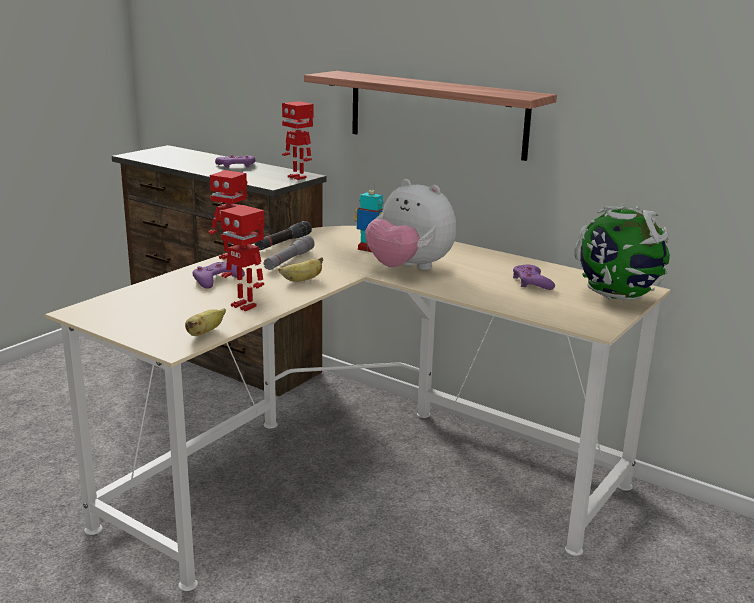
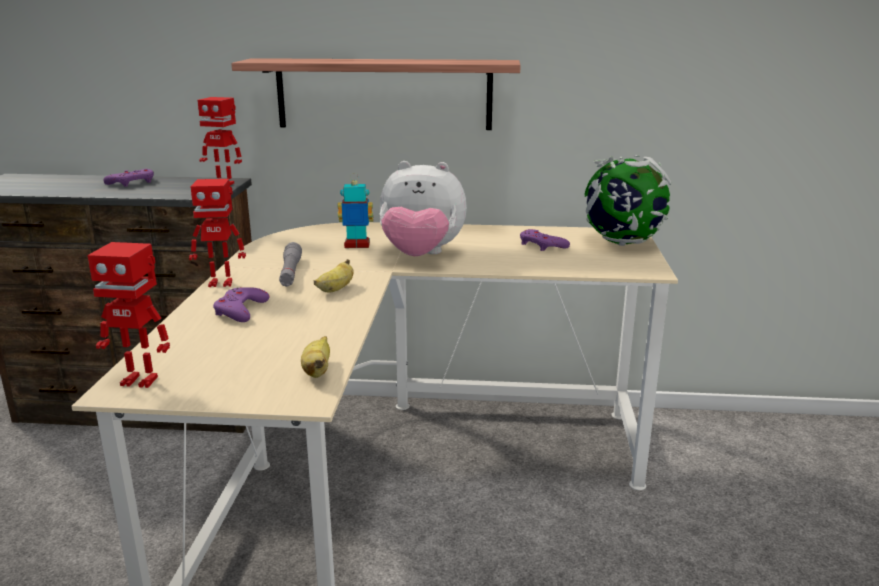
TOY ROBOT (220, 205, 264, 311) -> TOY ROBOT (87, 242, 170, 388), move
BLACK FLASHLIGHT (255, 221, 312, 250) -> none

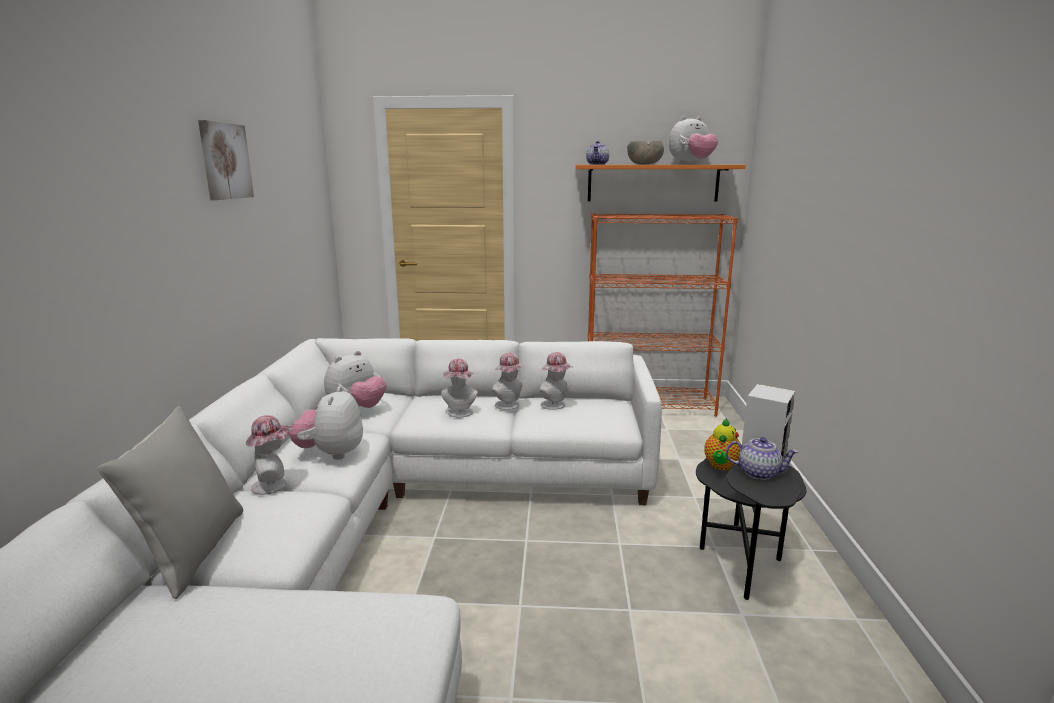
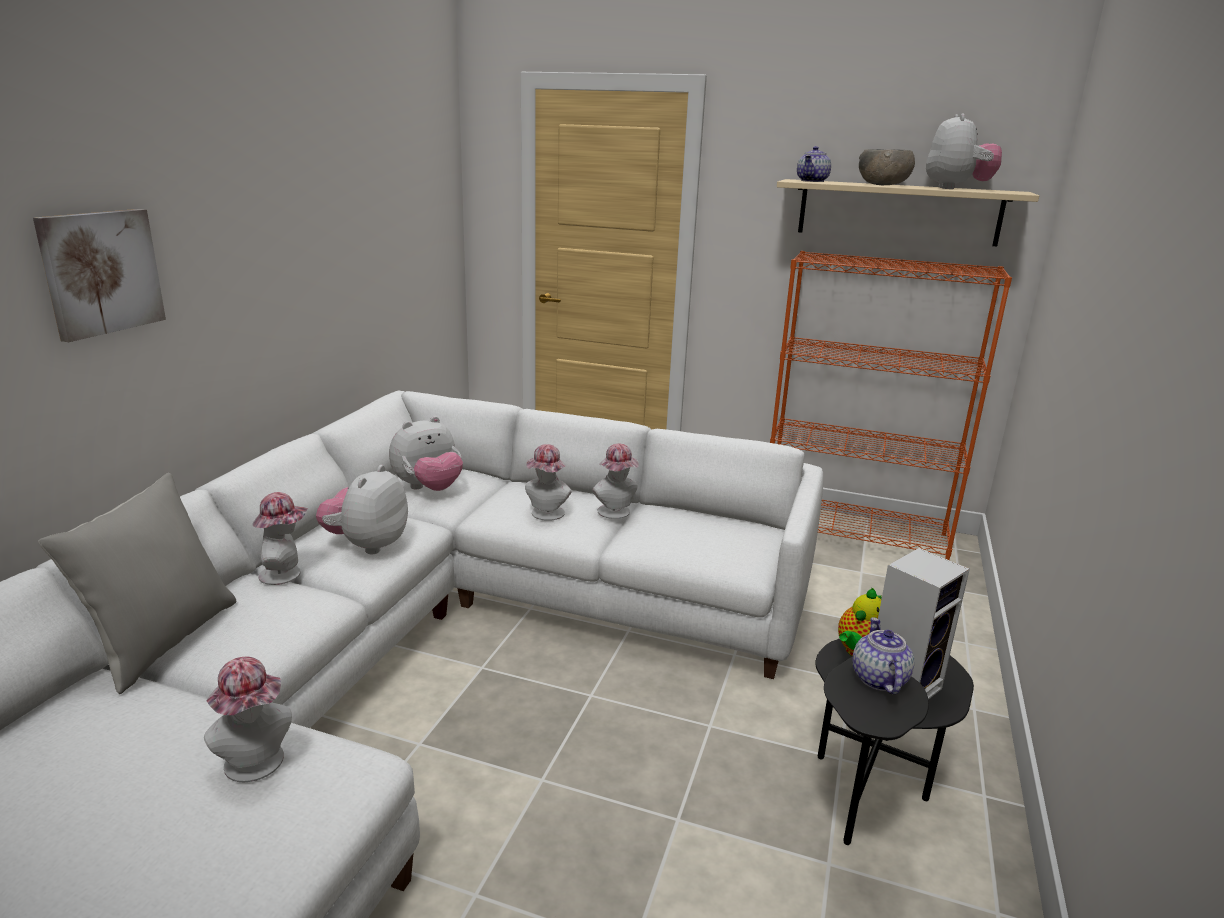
PLUSH TOY (669, 116, 718, 165) -> PLUSH TOY (926, 113, 1002, 189), 75 degrees counterclockwise
PICTURE (198, 120, 254, 200) -> PICTURE (33, 209, 166, 342), move
ORANGE SHELF (576, 165, 746, 202) -> BEIGE SHELF (777, 179, 1039, 246)
HAT (539, 352, 572, 410) -> HAT (204, 657, 292, 782), move
TEAPOT (725, 437, 799, 480) -> TEAPOT (852, 617, 914, 694), 120 degrees counterclockwise

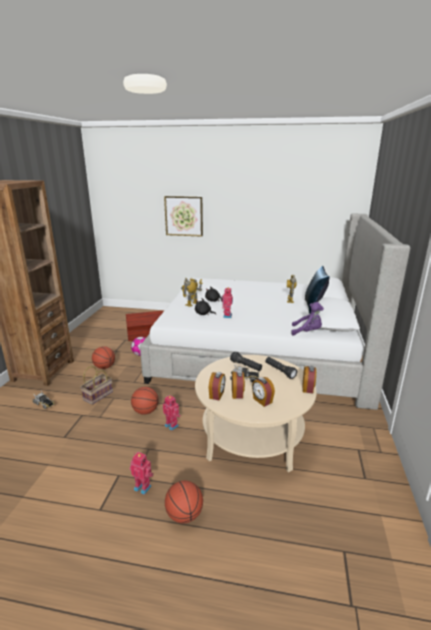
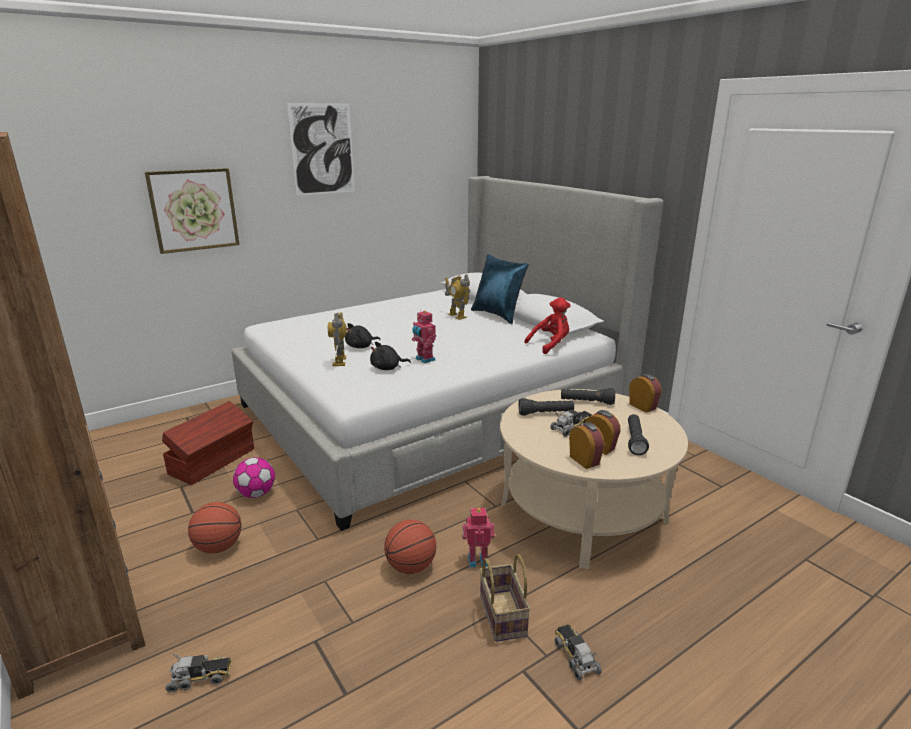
PURPLE PLUSH TOY (291, 302, 324, 336) -> RED PLUSH TOY (524, 297, 571, 354)
BASKET (80, 366, 113, 405) -> BASKET (480, 554, 531, 642), move
ALARM CLOCK (252, 377, 275, 407) -> BLACK FLASHLIGHT (628, 414, 649, 455)
TOY ROBOT (130, 452, 154, 495) -> TOY TRUCK (555, 624, 602, 681)
BASKETBALL (165, 480, 203, 523) -> none
none -> PICTURE (287, 103, 355, 196)

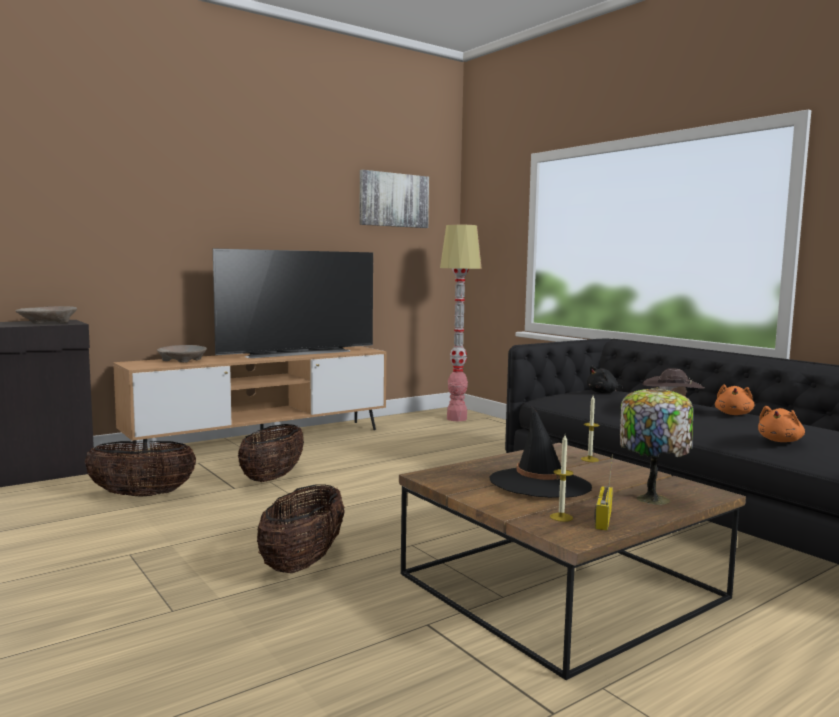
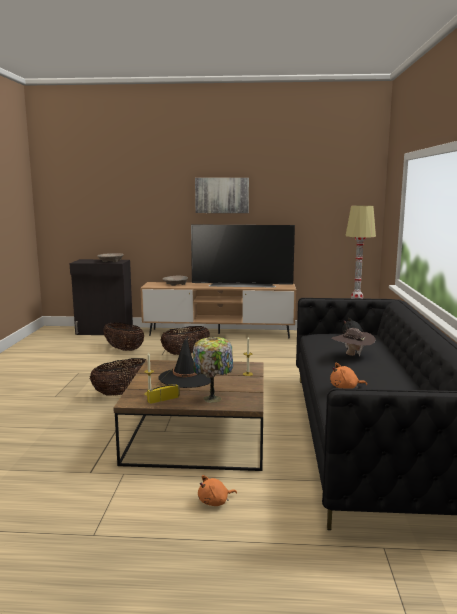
PICTURE (359, 170, 429, 228) -> PICTURE (195, 178, 249, 213), move
ORANGE PLUSH TOY (715, 384, 754, 415) -> ORANGE PLUSH TOY (198, 475, 237, 506), move

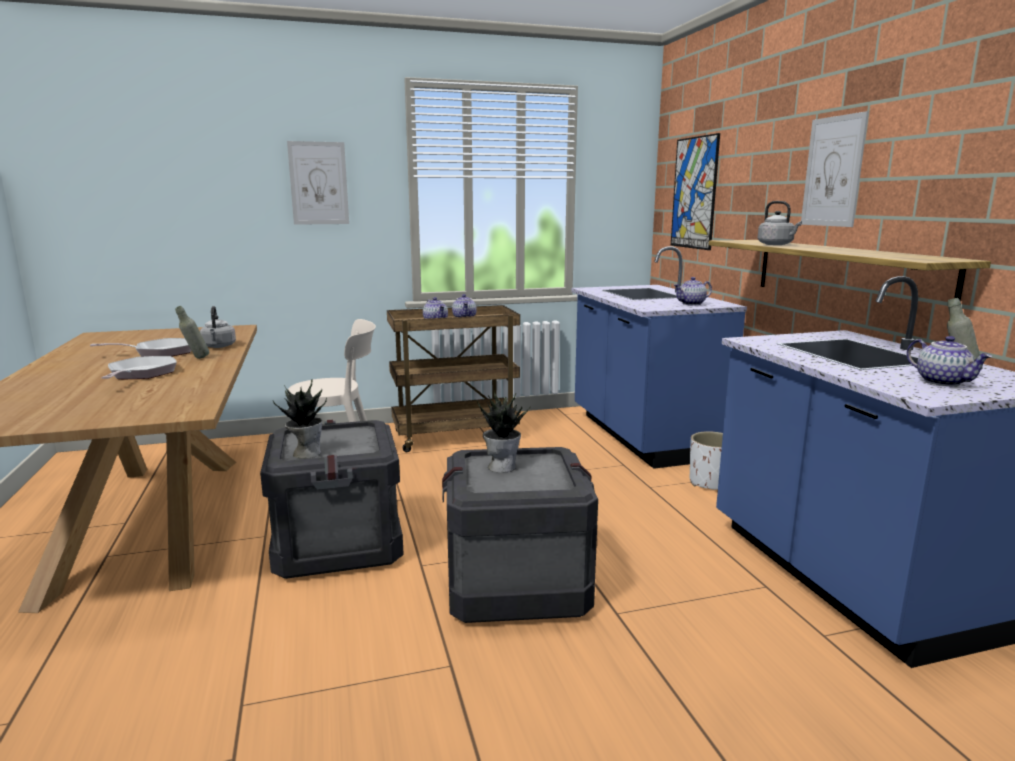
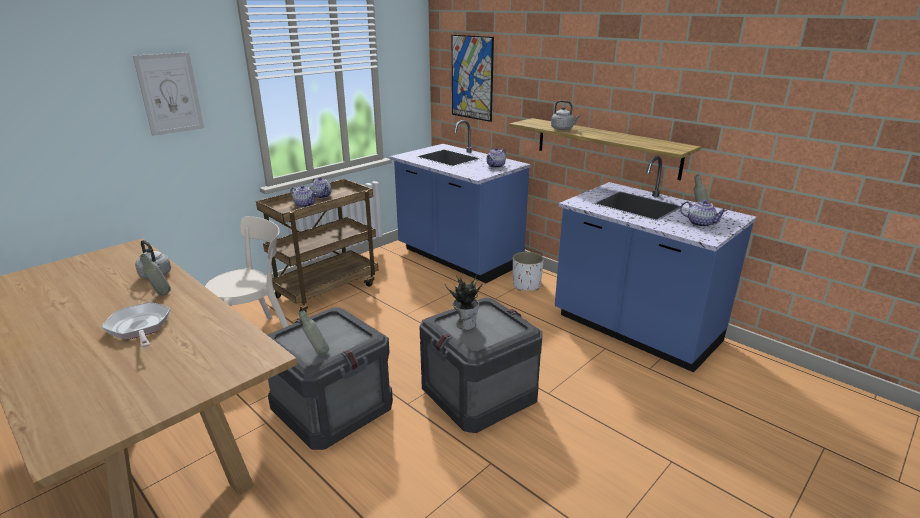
PICTURE (801, 111, 869, 227) -> none
FRYING PAN (90, 338, 192, 356) -> none
POTTED PLANT (273, 379, 327, 459) -> GREY BOTTLE (299, 310, 329, 356)

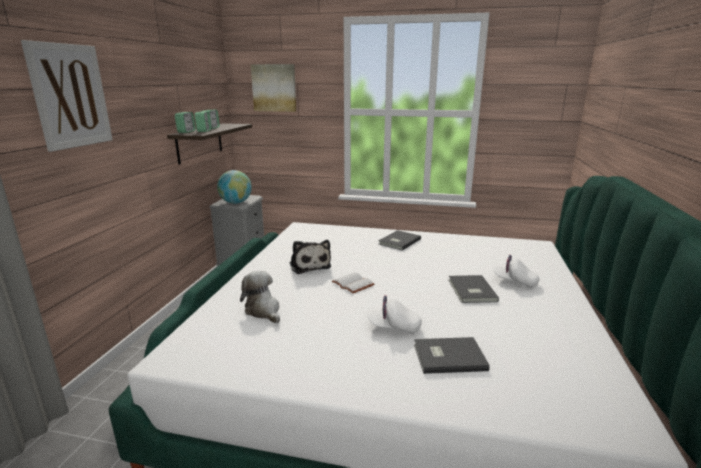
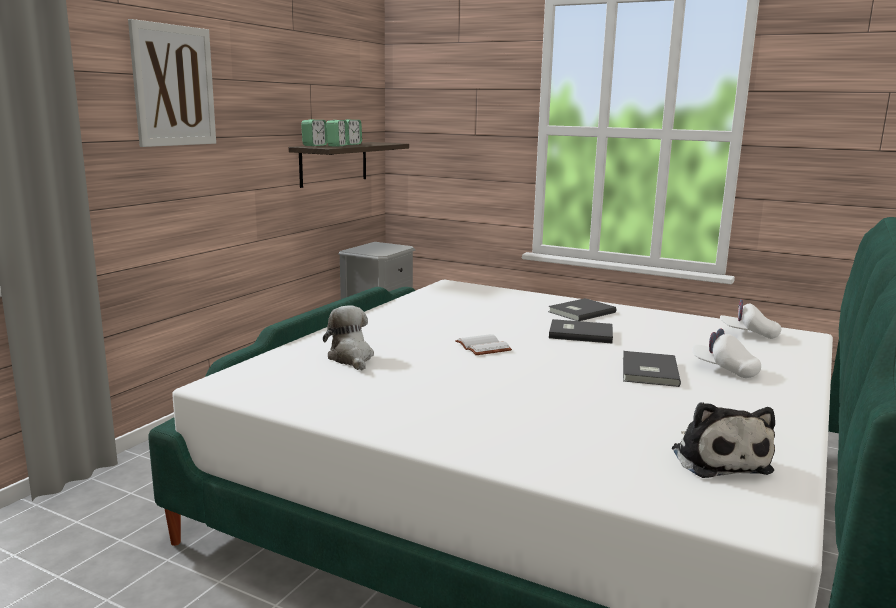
PICTURE (251, 64, 296, 112) -> none
GLOBE (217, 170, 252, 204) -> none
PLUSH TOY (290, 240, 331, 274) -> PLUSH TOY (672, 402, 775, 478), move
WHITE CAP (367, 295, 422, 333) -> WHITE CAP (720, 299, 781, 339), move
GREY BOOK (414, 337, 490, 374) -> GREY BOOK (549, 319, 613, 343), move

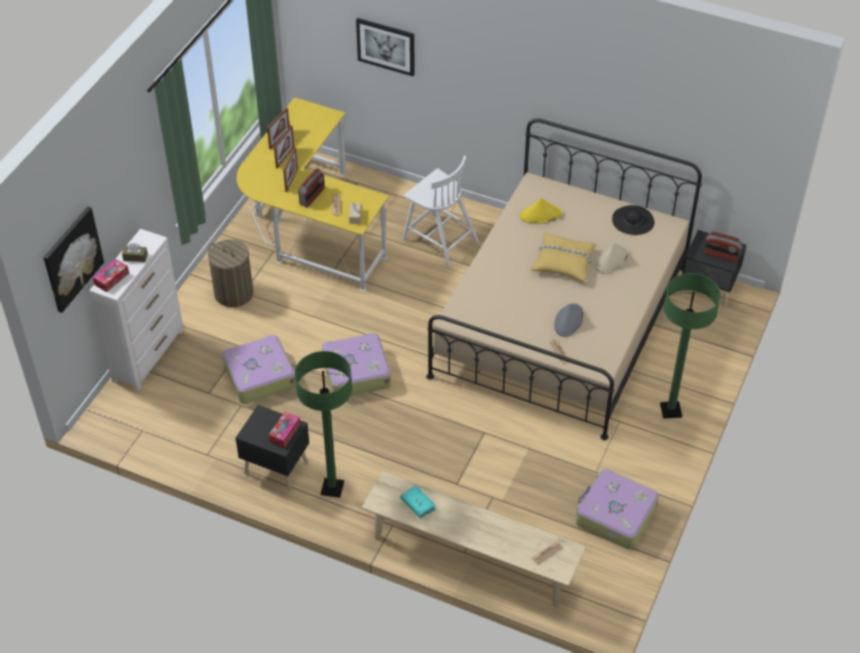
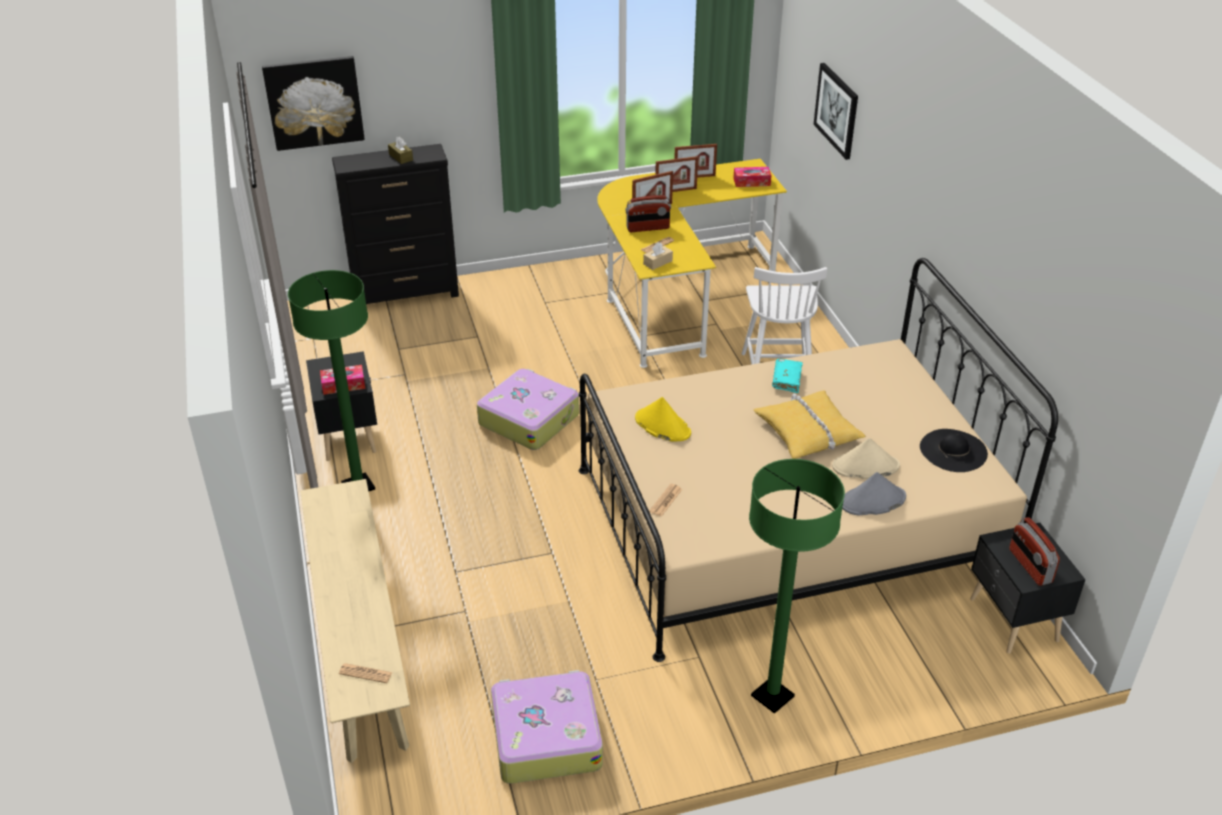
YELLOW HAT (520, 198, 562, 224) -> YELLOW HAT (635, 397, 691, 442), move
WHITE DRESSER (89, 229, 184, 391) -> BLACK DRESSER (332, 144, 459, 304)
LAUNDRY BASKET (208, 240, 253, 307) -> none
TISSUE BOX (93, 259, 129, 292) -> TISSUE BOX (733, 167, 771, 187), move
GREY HAT (554, 303, 584, 337) -> GREY HAT (842, 472, 906, 516), move
SUITCASE (222, 335, 296, 404) -> none
TURQUOISE BOOK (400, 485, 436, 518) -> TURQUOISE BOOK (772, 358, 803, 393), move

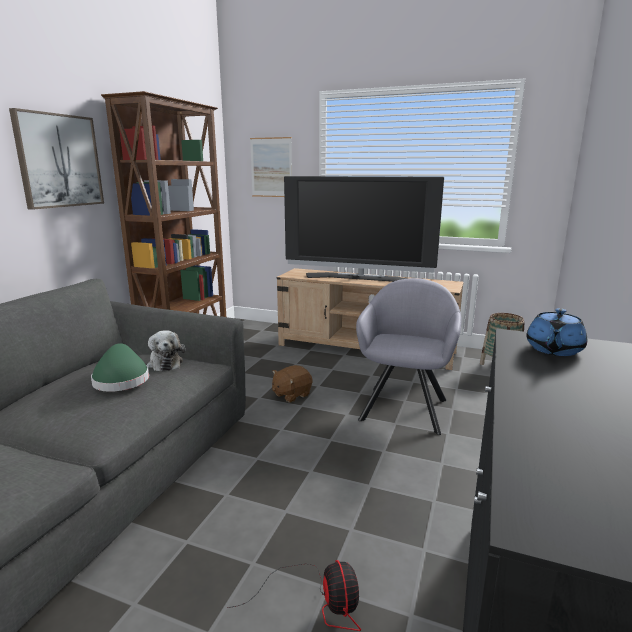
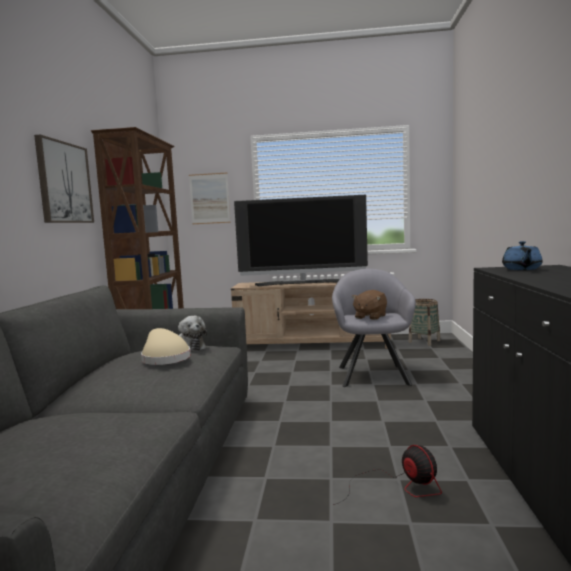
GREEN HAT (91, 343, 149, 392) -> BEIGE HAT (141, 328, 191, 365)
BROWN PLUSH TOY (272, 365, 312, 402) -> BROWN PLUSH TOY (352, 290, 387, 320), move

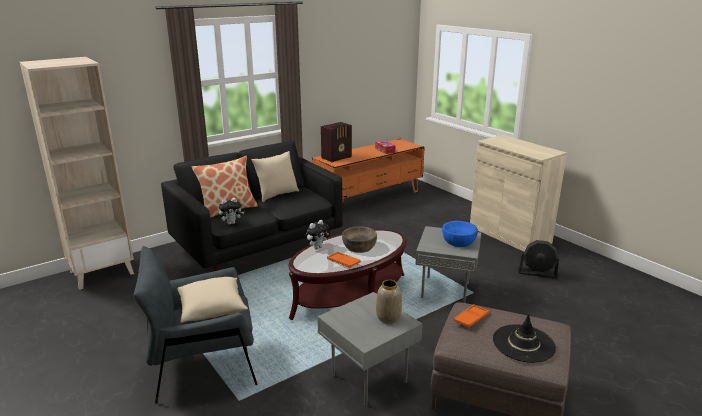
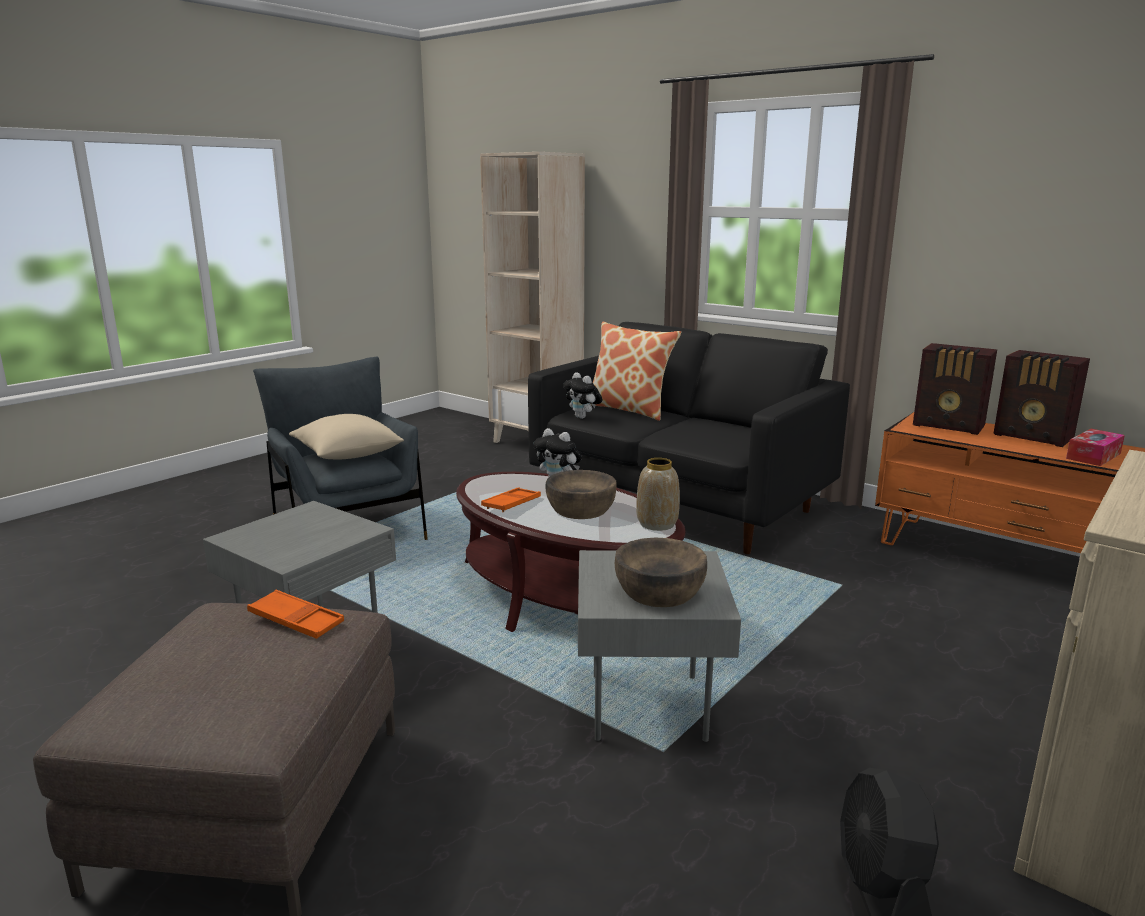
BEIGE PILLOW (251, 151, 299, 202) -> none
BLUE BOWL (442, 221, 478, 247) -> BROWN BOWL (615, 538, 707, 607)
VASE (376, 280, 402, 324) -> VASE (636, 458, 680, 531), move
BLACK HAT (493, 314, 556, 363) -> none
none -> RADIO (994, 350, 1090, 447)

